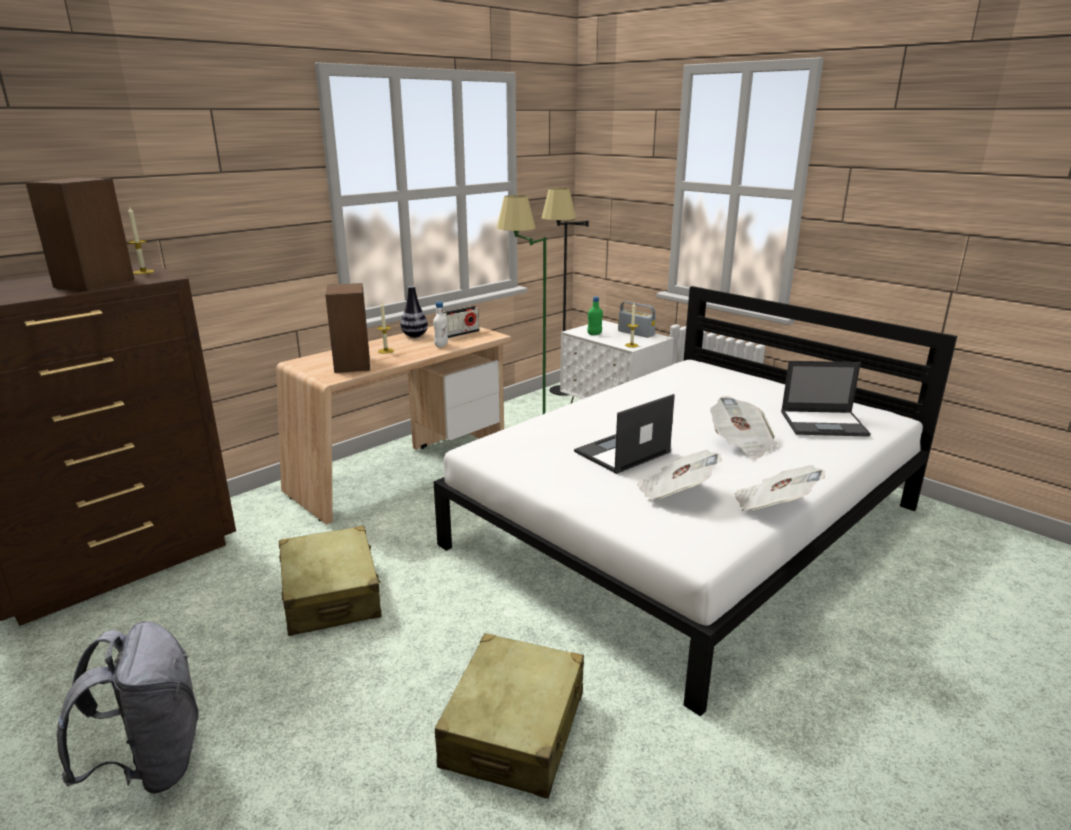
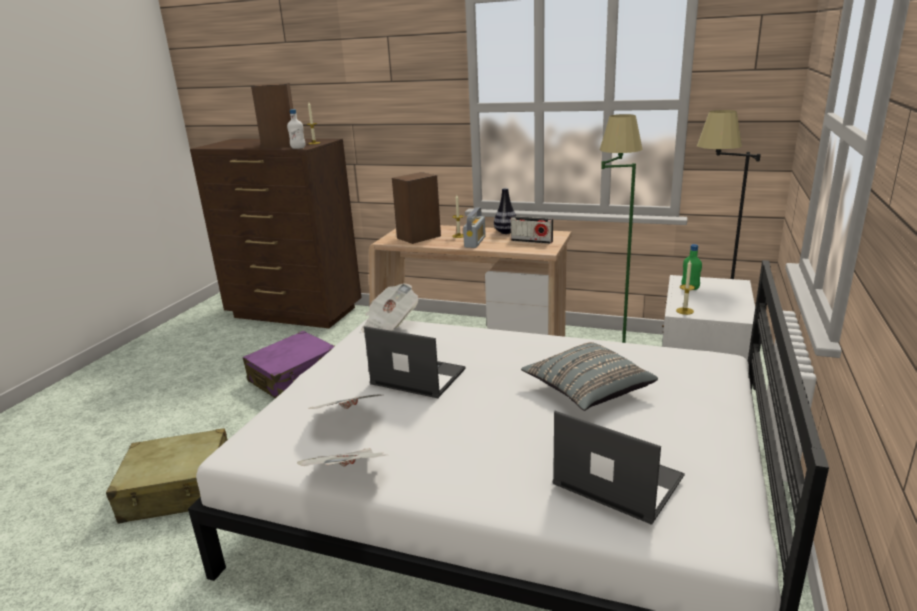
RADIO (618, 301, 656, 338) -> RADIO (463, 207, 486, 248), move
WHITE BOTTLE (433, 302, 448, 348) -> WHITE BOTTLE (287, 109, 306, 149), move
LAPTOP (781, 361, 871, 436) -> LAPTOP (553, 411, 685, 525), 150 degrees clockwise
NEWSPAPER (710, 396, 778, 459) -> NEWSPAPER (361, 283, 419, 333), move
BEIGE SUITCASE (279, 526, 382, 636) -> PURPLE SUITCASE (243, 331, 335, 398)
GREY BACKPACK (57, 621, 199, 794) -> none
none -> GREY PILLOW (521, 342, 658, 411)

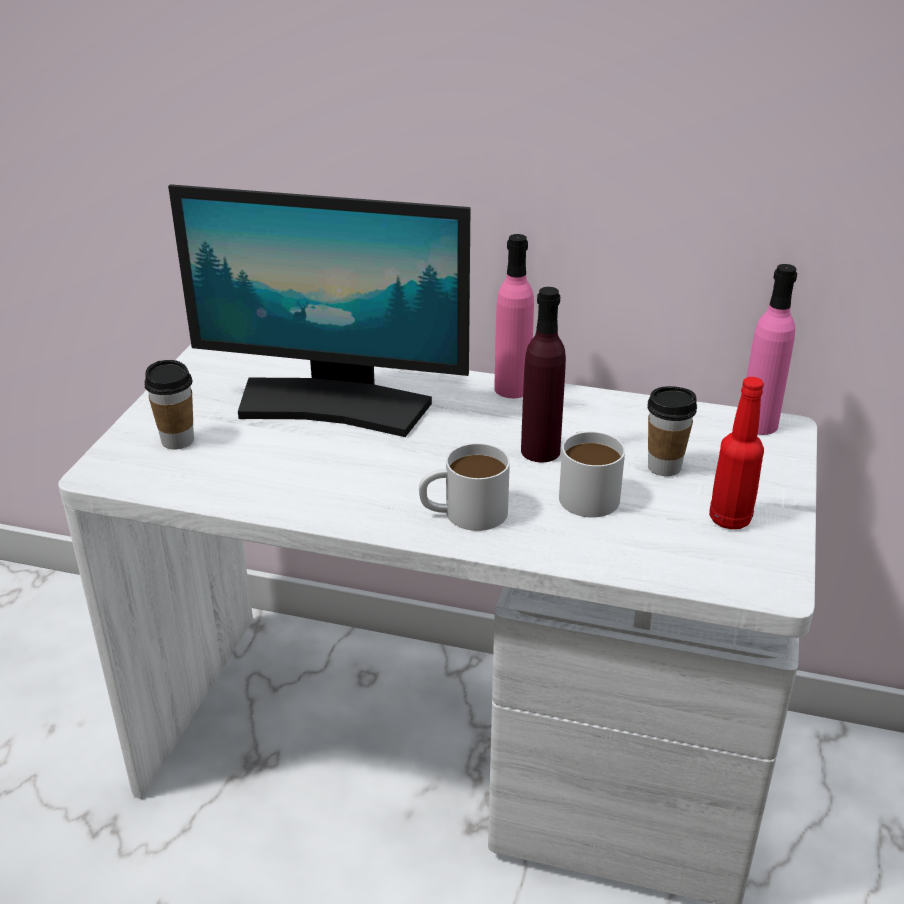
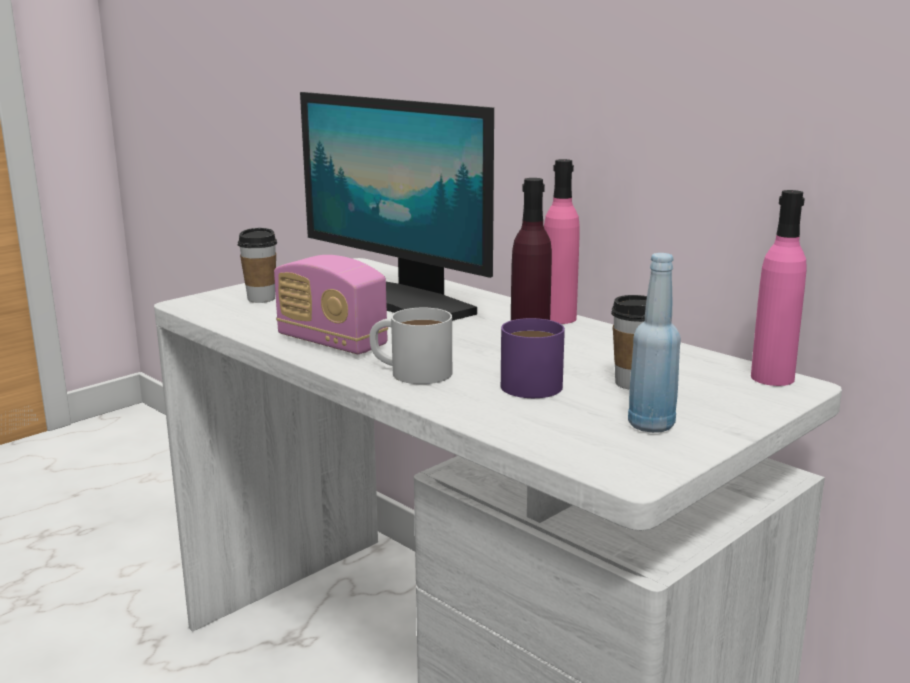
RED BOTTLE (709, 377, 764, 529) -> BLUE BOTTLE (628, 253, 681, 433)
WHITE MUG (559, 431, 625, 518) -> PURPLE MUG (501, 318, 565, 398)
none -> RADIO (274, 255, 388, 354)

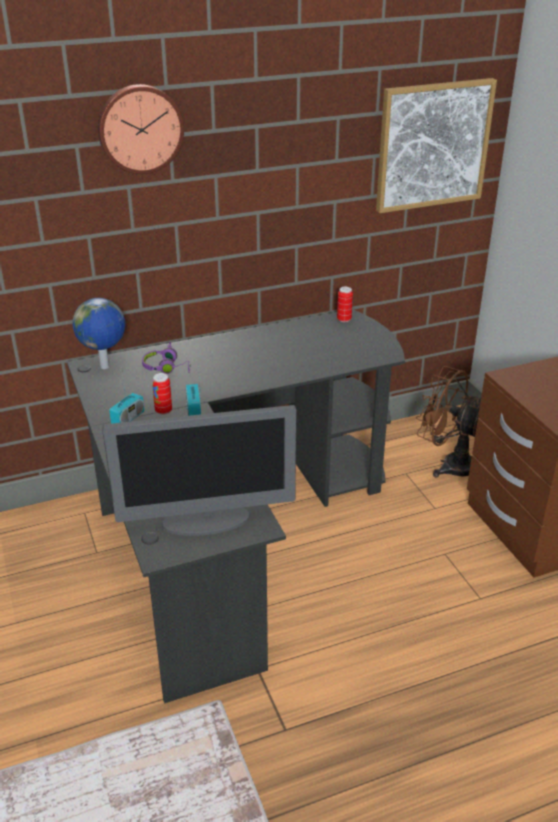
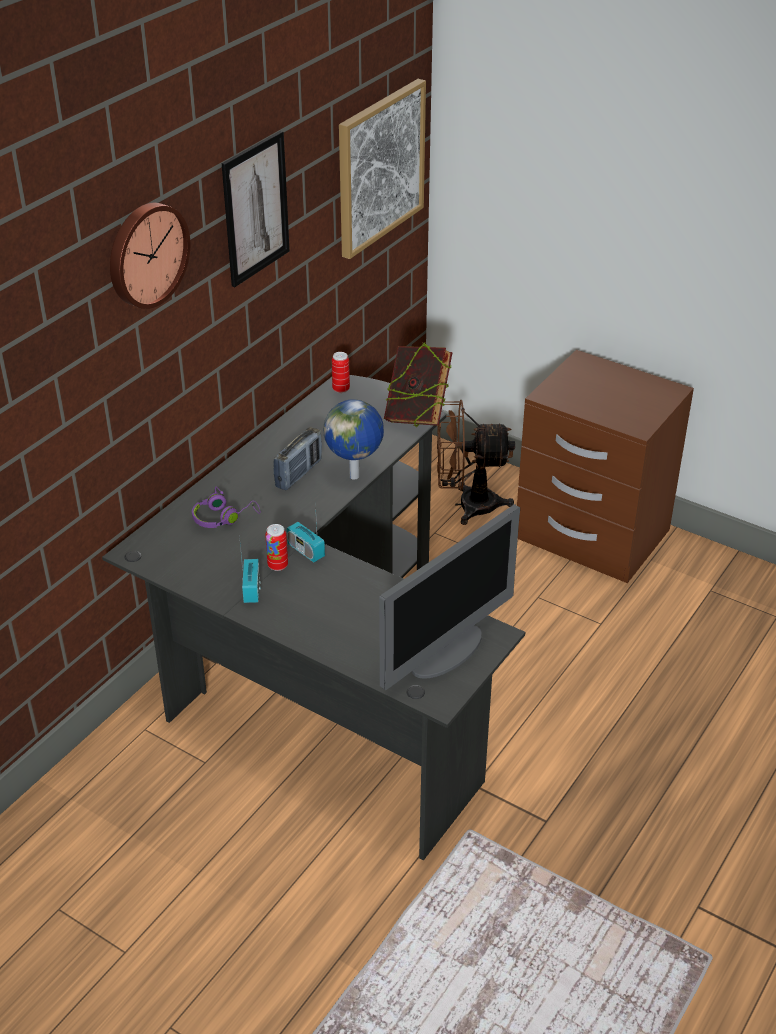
GLOBE (72, 298, 125, 369) -> GLOBE (324, 399, 384, 480), move
none -> PICTURE (222, 131, 290, 287)
none -> BOOK (384, 343, 453, 427)
none -> RADIO (273, 427, 322, 491)

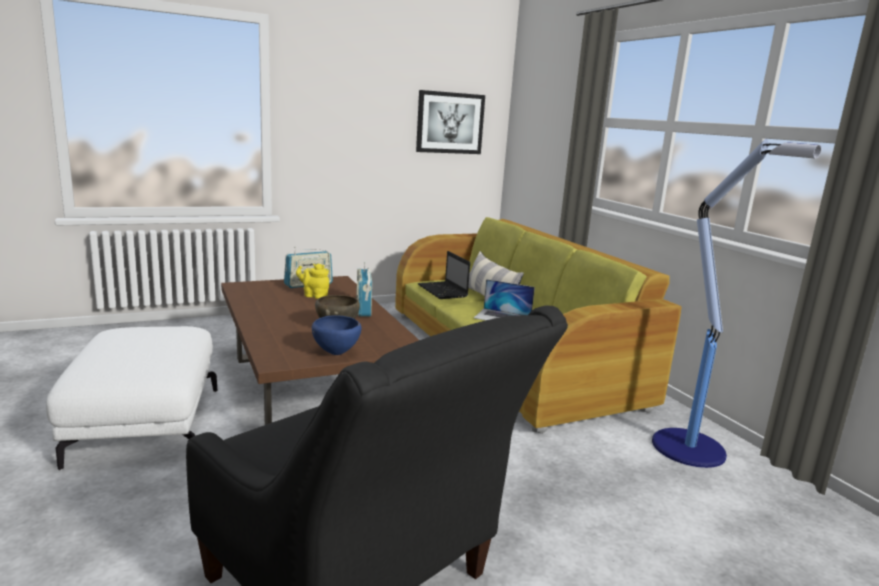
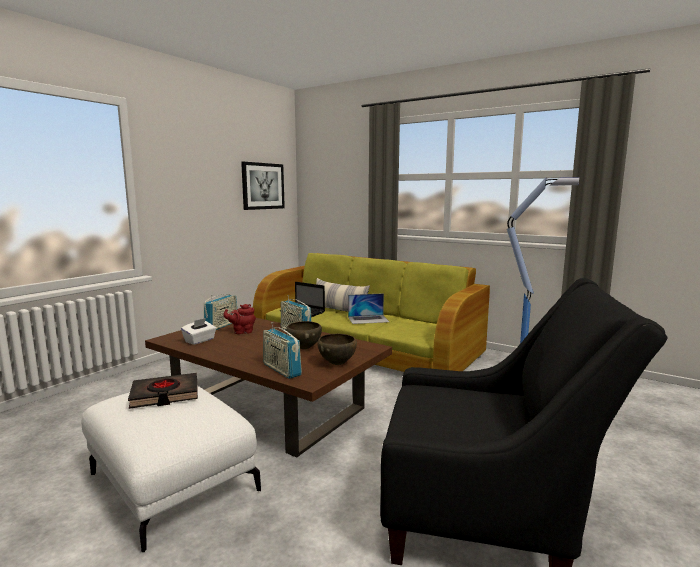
YELLOW TEAPOT (296, 264, 329, 299) -> RED TEAPOT (224, 304, 256, 334)
BLUE BOWL (312, 316, 361, 355) -> BROWN BOWL (317, 334, 357, 365)
none -> WHITE TISSUE BOX (181, 318, 216, 345)
none -> RADIO (263, 322, 302, 379)
none -> BLACK BOOK (128, 373, 198, 409)

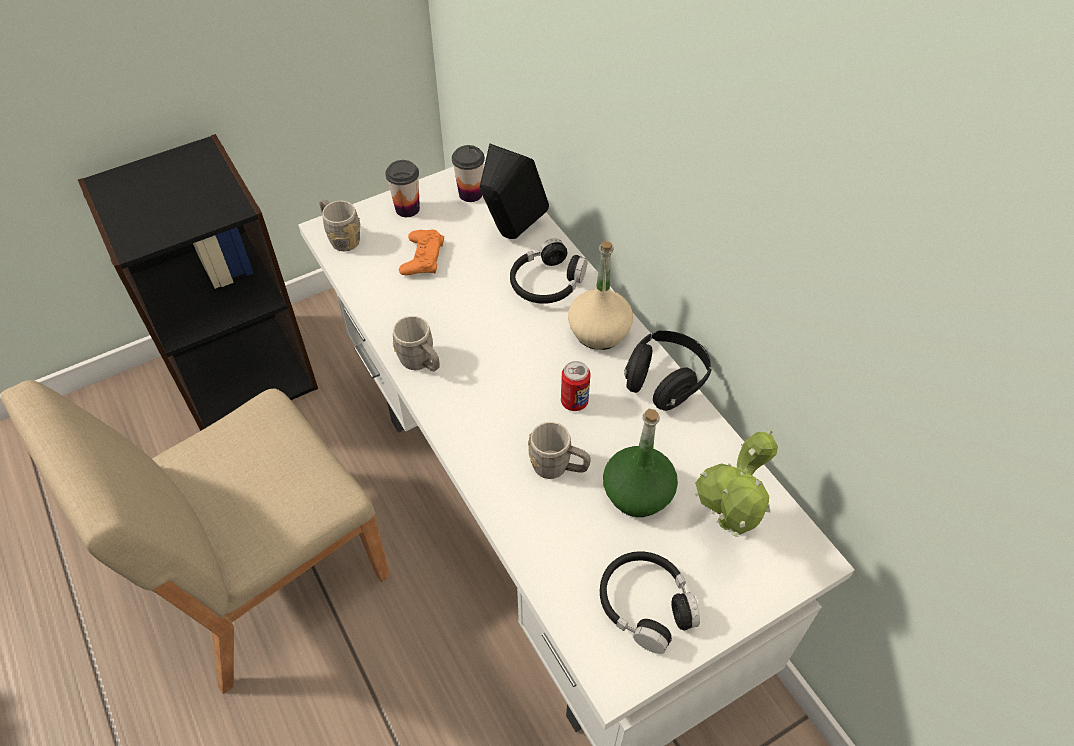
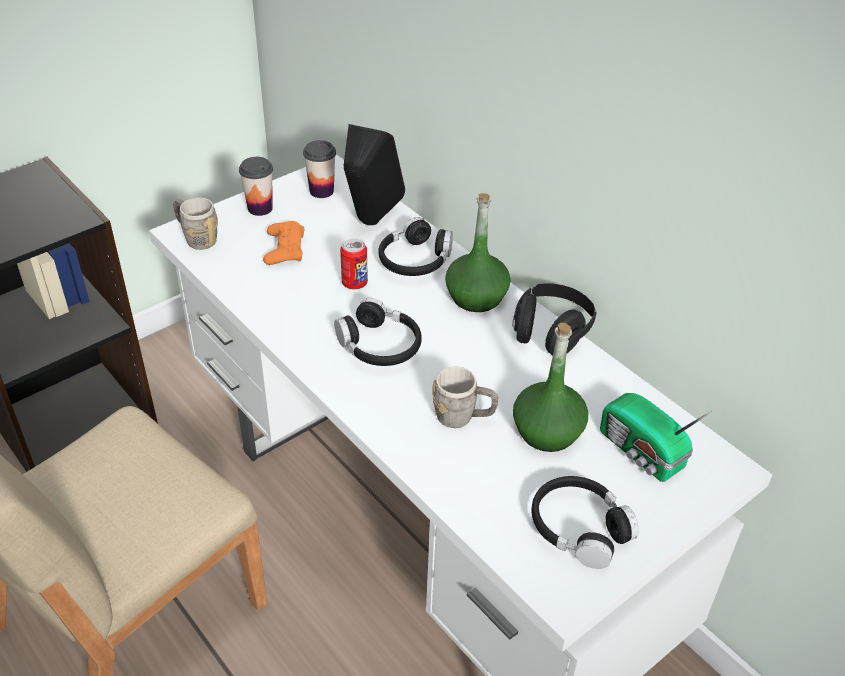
BEIGE BOTTLE (568, 241, 633, 350) -> GREEN BOTTLE (445, 193, 511, 312)
GREY MUG (393, 316, 440, 371) -> none
CAN (561, 361, 591, 411) -> CAN (340, 238, 368, 289), move
POTTED PLANT (695, 428, 778, 537) -> RADIO (600, 393, 712, 482)
none -> BLACK HEADPHONES (334, 298, 422, 366)

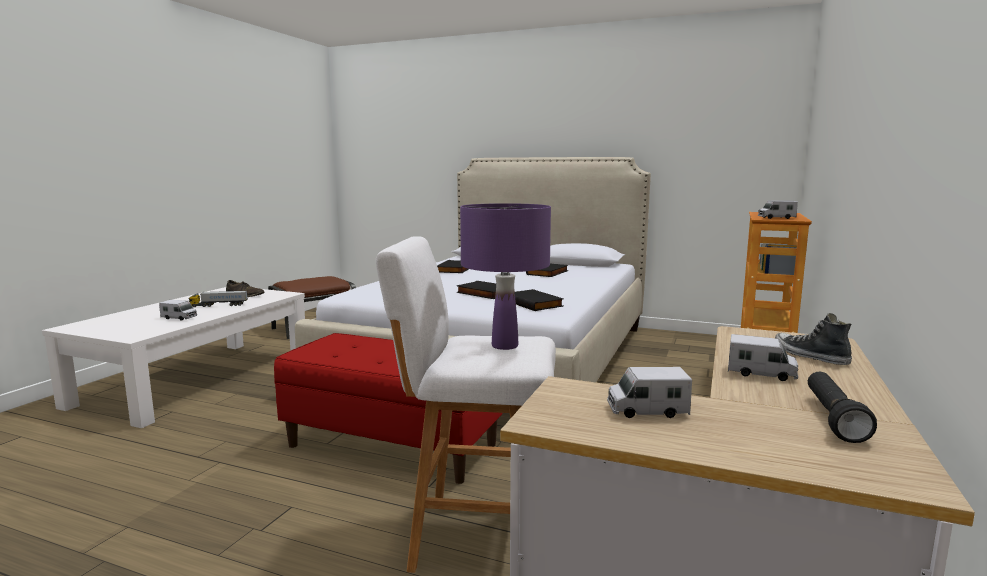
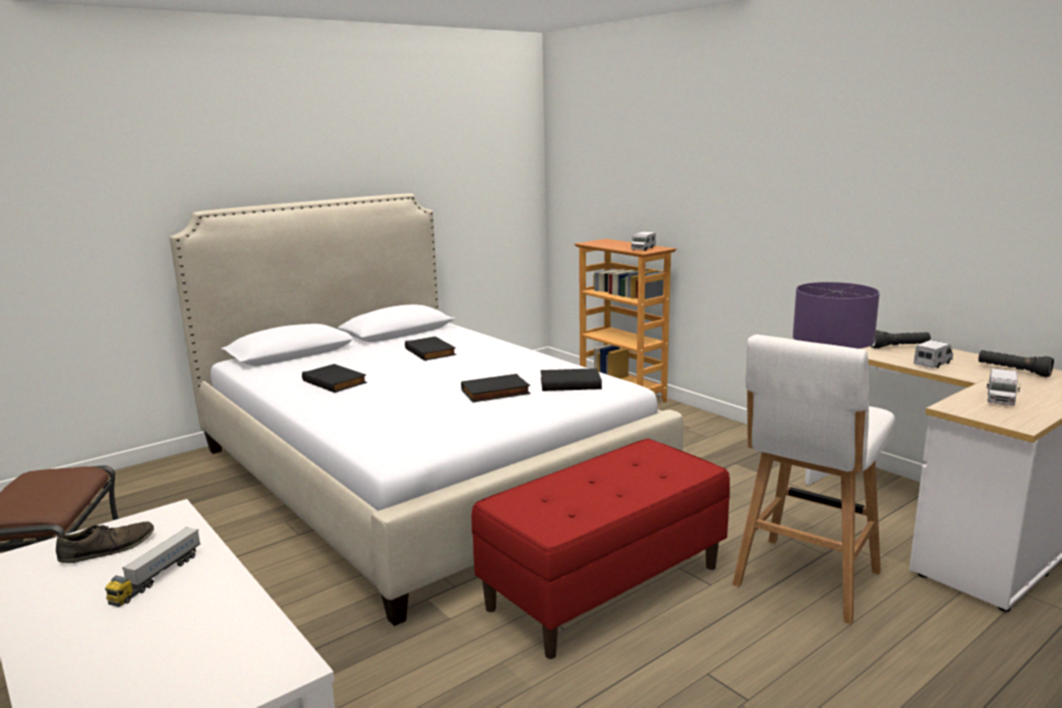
TOY TRUCK (159, 300, 197, 321) -> none
SHOE (775, 313, 852, 365) -> BLACK FLASHLIGHT (871, 330, 931, 349)

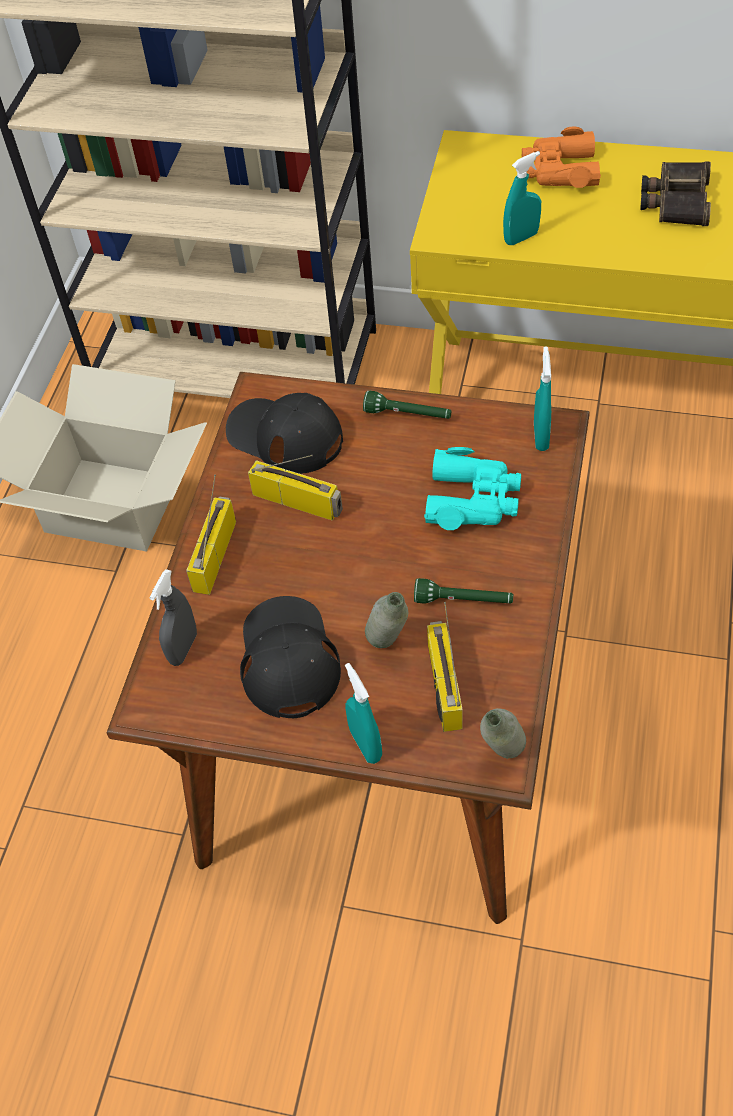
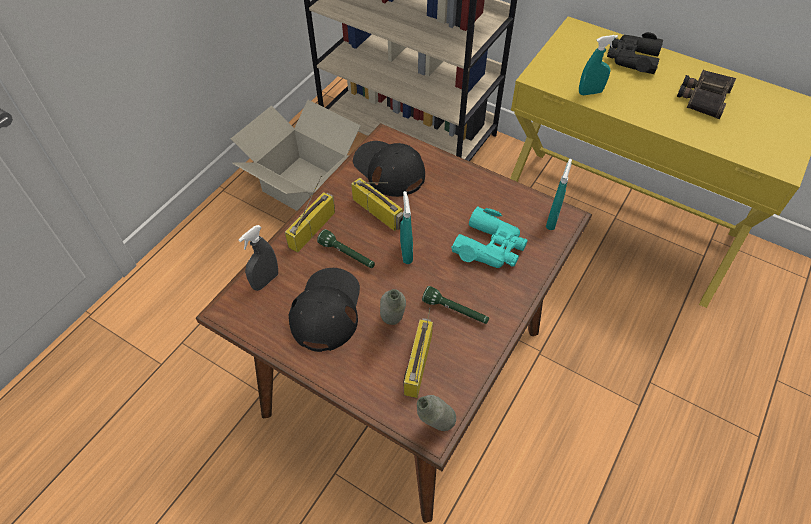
ORANGE BINOCULARS (522, 127, 601, 188) -> BLACK BINOCULARS (607, 32, 663, 74)
GREEN FLASHLIGHT (363, 390, 451, 419) -> GREEN FLASHLIGHT (317, 229, 375, 268), move
TURQUOISE SPRAY BOTTLE (345, 663, 382, 764) -> TURQUOISE SPRAY BOTTLE (400, 191, 413, 264), move

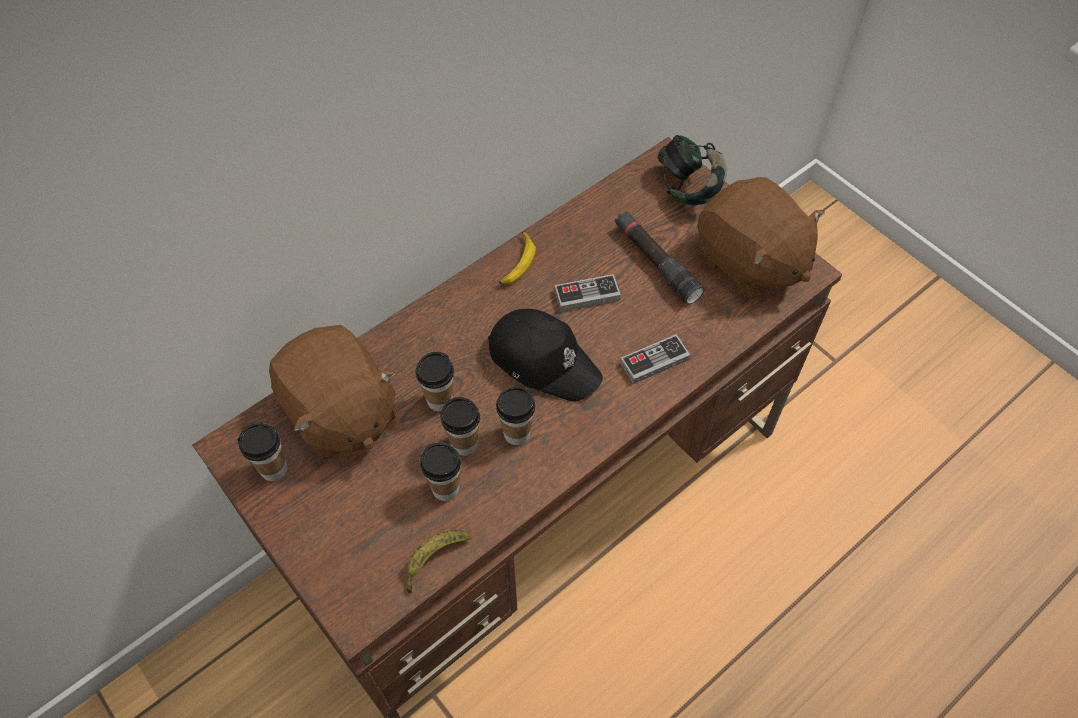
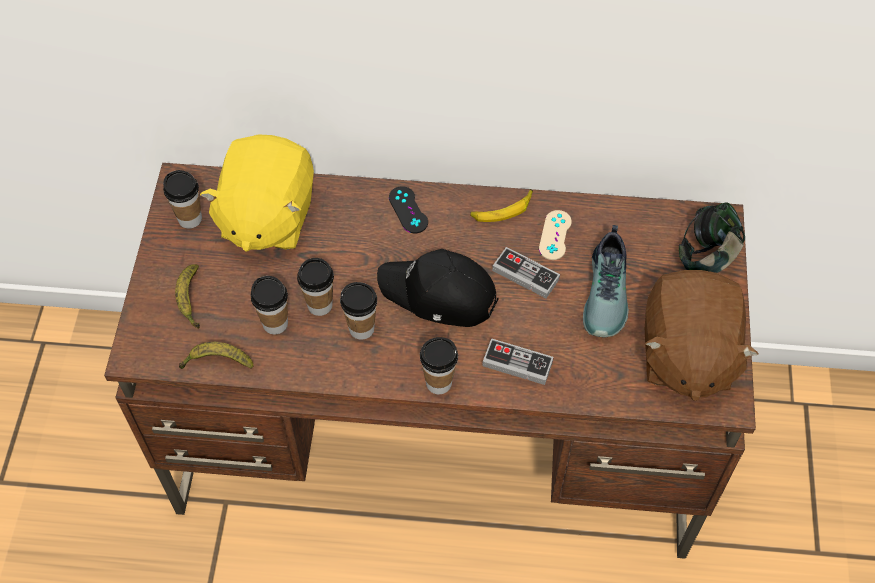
BLACK FLASHLIGHT (615, 211, 705, 304) -> SHOE (583, 225, 629, 337)
BLACK CAP (488, 309, 603, 402) -> BLACK CAP (377, 249, 499, 327), 120 degrees clockwise
BROWN PLUSH TOY (269, 325, 396, 460) -> YELLOW PLUSH TOY (200, 134, 314, 252)
CUP (416, 352, 454, 411) -> CUP (420, 337, 458, 394), move
none -> BLACK GAME CONTROLLER (389, 186, 428, 233)
none -> BEIGE GAME CONTROLLER (539, 210, 572, 260)
none -> BANANA (175, 264, 200, 329)

